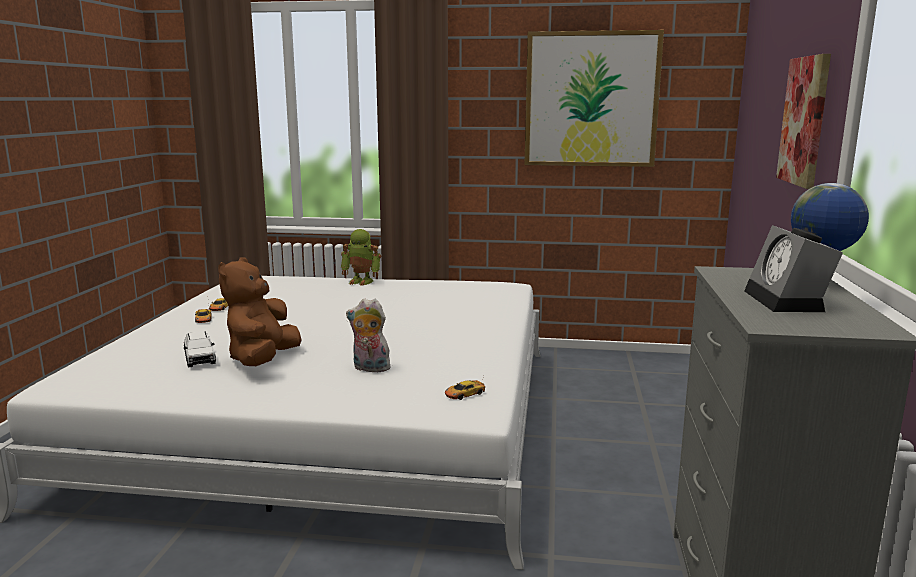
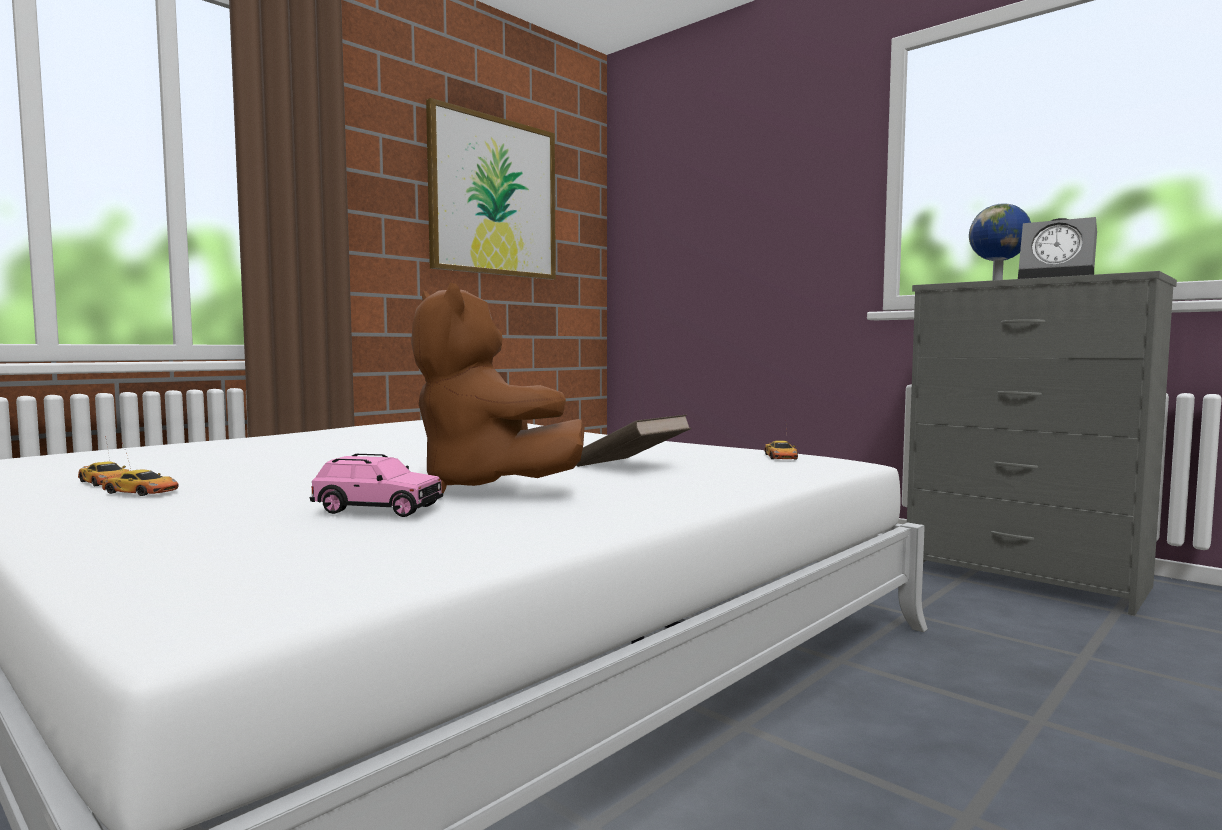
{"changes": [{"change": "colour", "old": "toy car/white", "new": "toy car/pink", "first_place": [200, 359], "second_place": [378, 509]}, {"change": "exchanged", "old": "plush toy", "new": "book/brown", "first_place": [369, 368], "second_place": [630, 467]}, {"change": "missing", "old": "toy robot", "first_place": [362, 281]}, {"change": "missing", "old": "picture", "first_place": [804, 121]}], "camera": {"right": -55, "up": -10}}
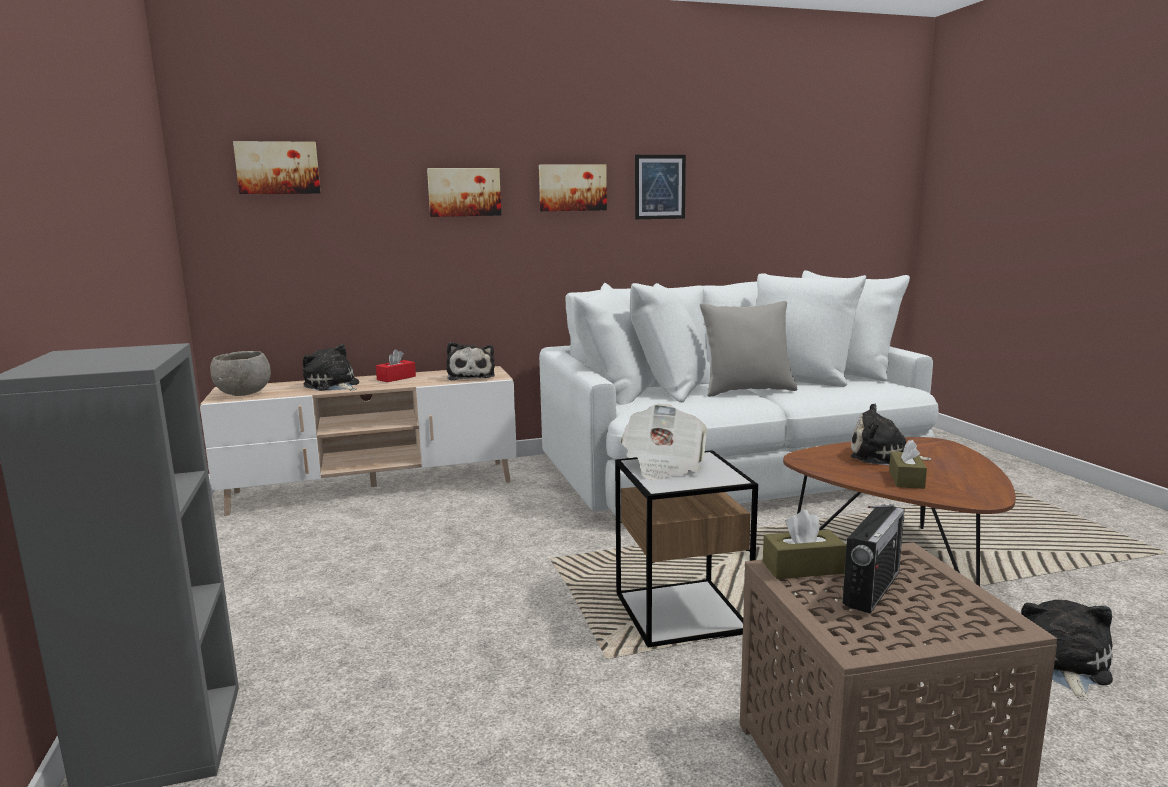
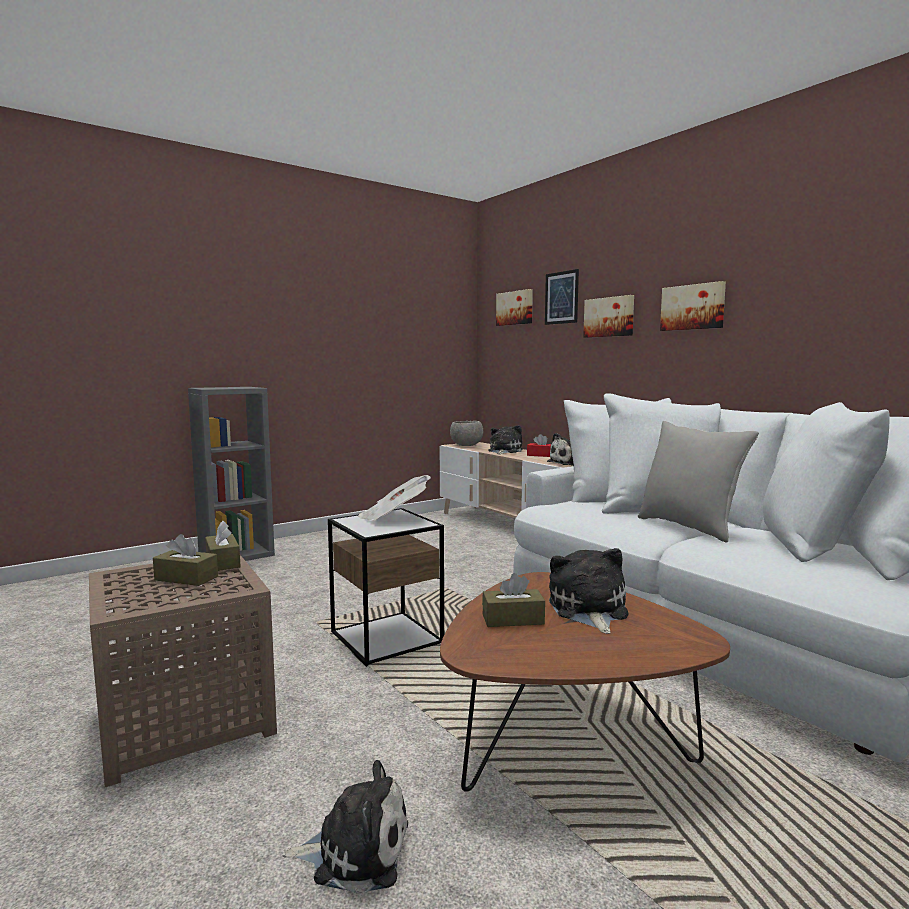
{"changes": [{"change": "exchanged", "old": "radio", "new": "tissue box/brown", "first_place": [872, 588], "second_place": [186, 578]}, {"change": "relocated", "old": "picture", "first_place": [660, 187], "second_place": [561, 297]}], "camera": {"right": 70, "up": -5}}
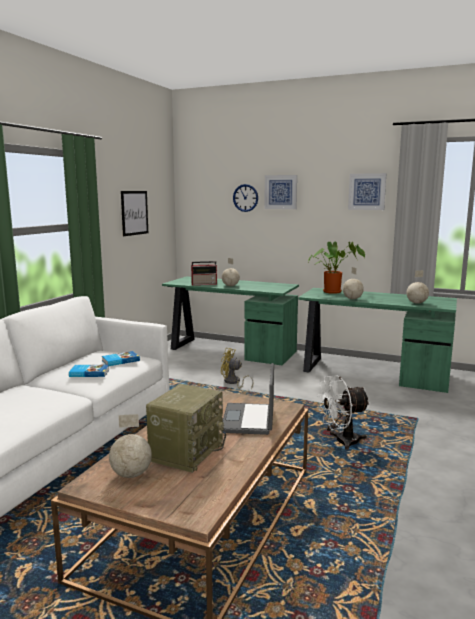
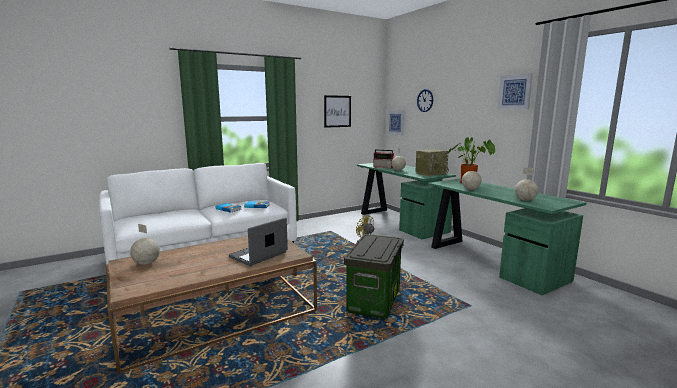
{"changes": [{"change": "exchanged", "old": "fan/white", "new": "storage box", "first_place": [341, 442], "second_place": [375, 301]}, {"change": "relocated", "old": "picture", "first_place": [280, 192], "second_place": [396, 122]}, {"change": "relocated", "old": "radio", "first_place": [186, 452], "second_place": [431, 173]}], "camera": {"right": 35, "up": 0}}
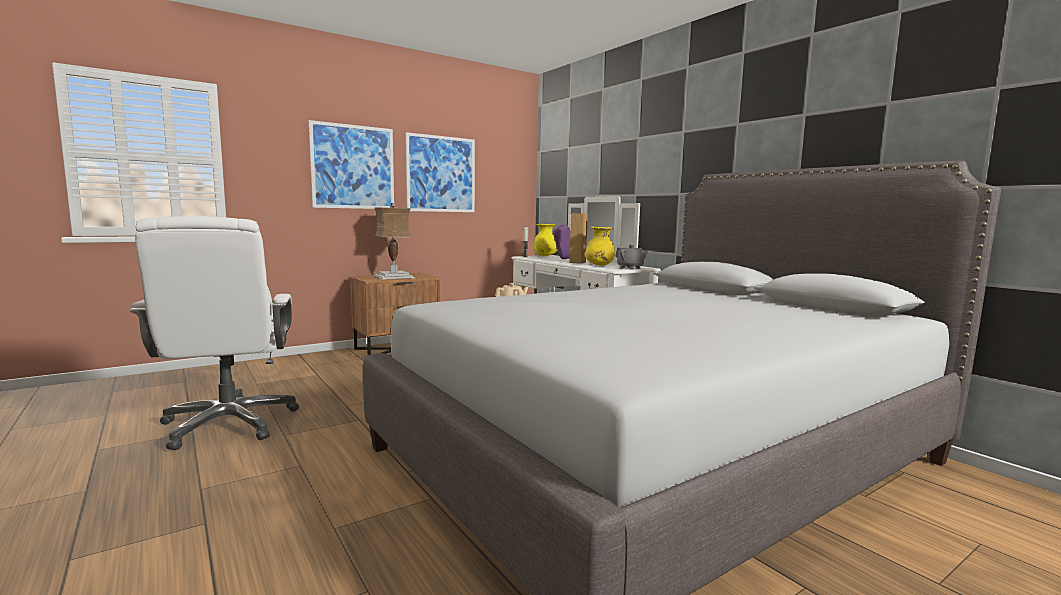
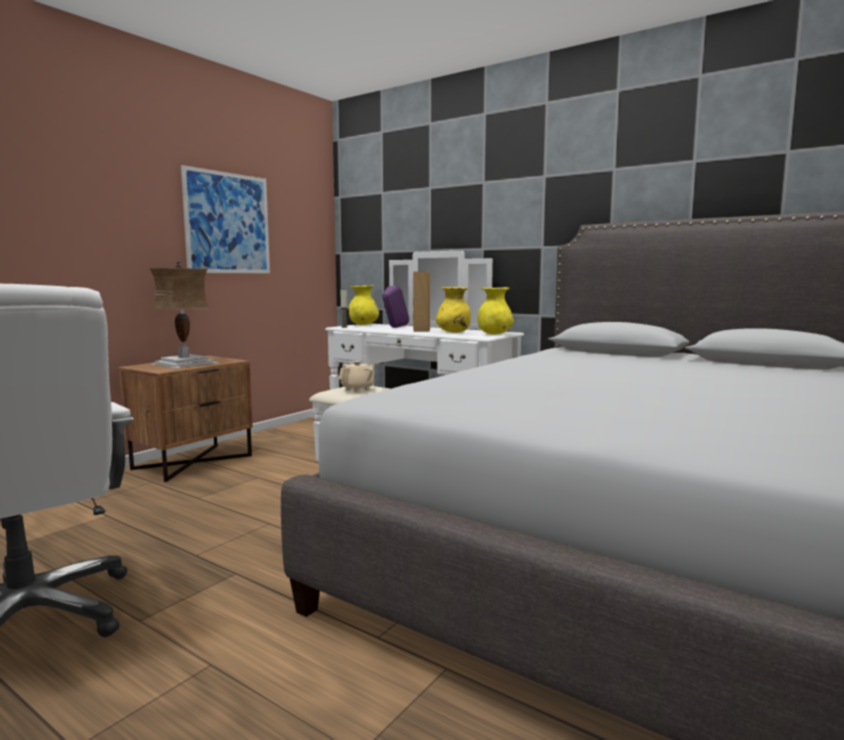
{"changes": [{"change": "exchanged", "old": "teapot/grey", "new": "vase/yellow", "first_place": [630, 268], "second_place": [494, 334]}, {"change": "missing", "old": "picture", "first_place": [353, 167]}], "camera": {"right": -20, "up": 0}}
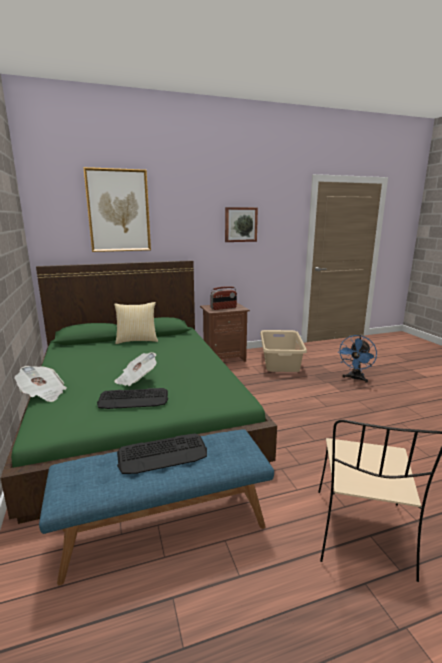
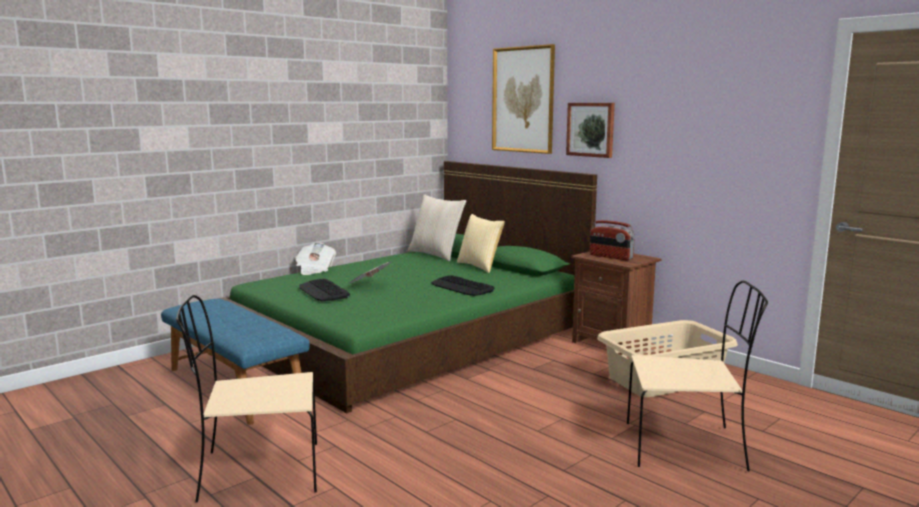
{"changes": [{"change": "appeared", "new": "pillow/beige", "second_place": [436, 254]}, {"change": "relocated", "old": "keyboard", "first_place": [163, 454], "second_place": [462, 287]}, {"change": "relocated", "old": "picture", "first_place": [240, 224], "second_place": [591, 129]}, {"change": "exchanged", "old": "fan/blue", "new": "chair/beige", "first_place": [355, 379], "second_place": [687, 446]}], "camera": {"right": 65, "up": -5}}
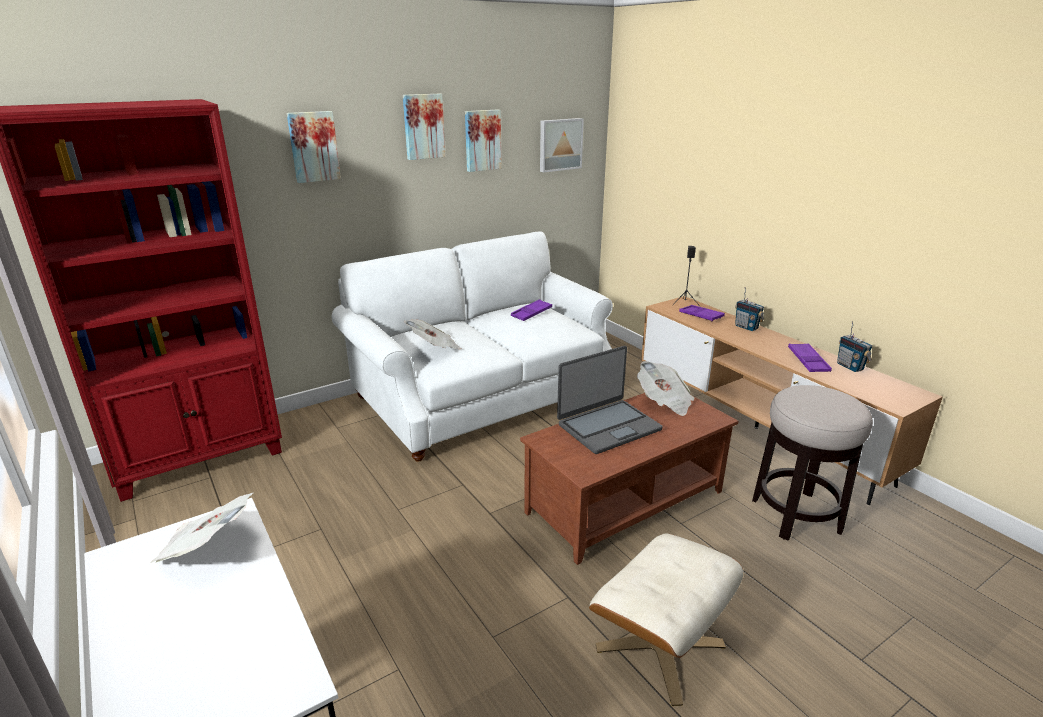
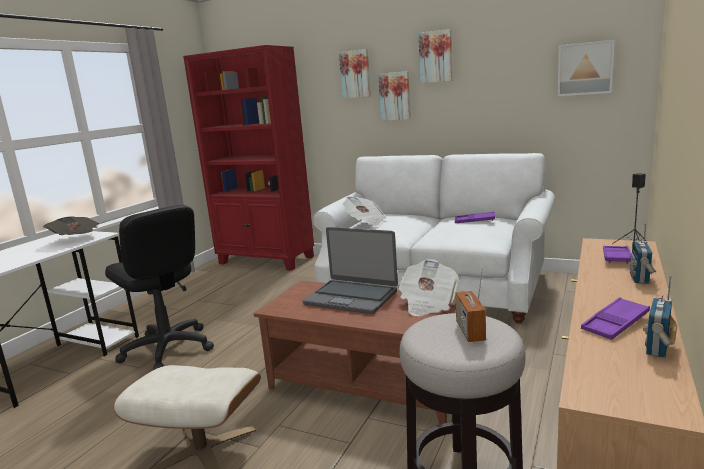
{"changes": [{"change": "appeared", "new": "office chair/black", "second_place": [168, 349]}, {"change": "relocated", "old": "picture", "first_place": [482, 140], "second_place": [395, 96]}, {"change": "appeared", "new": "radio", "second_place": [470, 331]}], "camera": {"right": 60, "up": -10}}
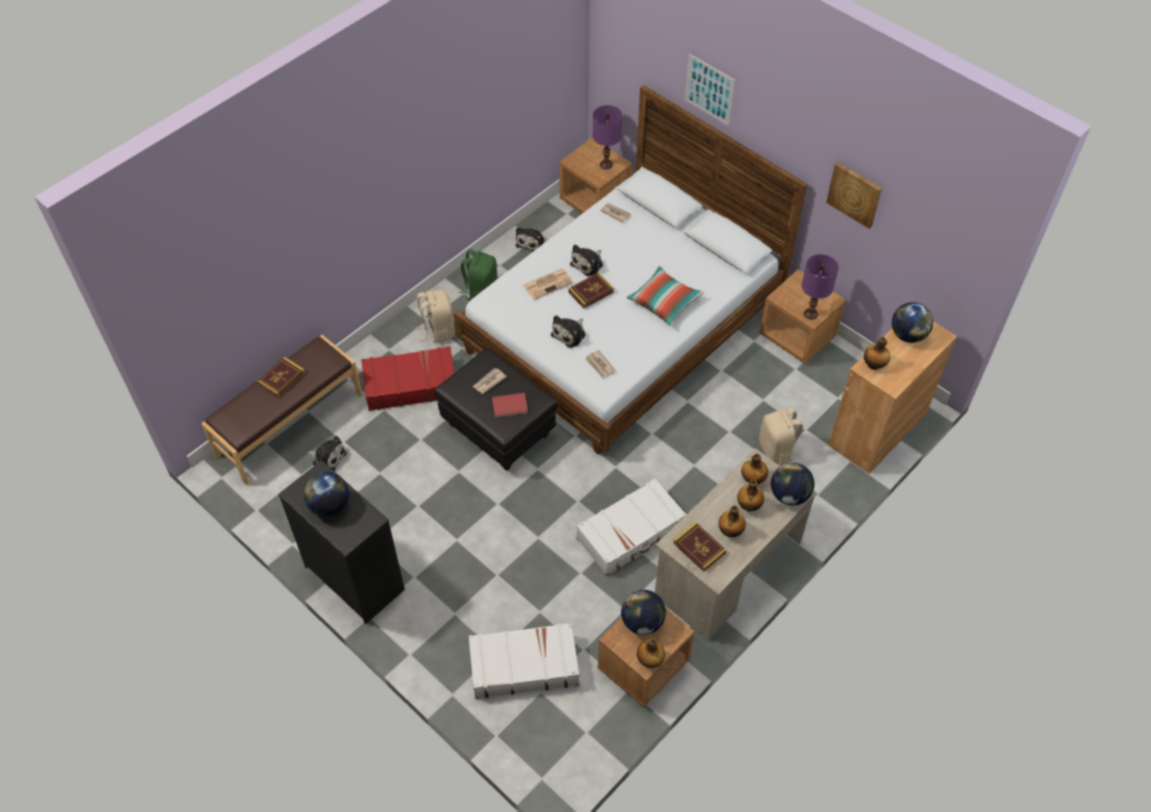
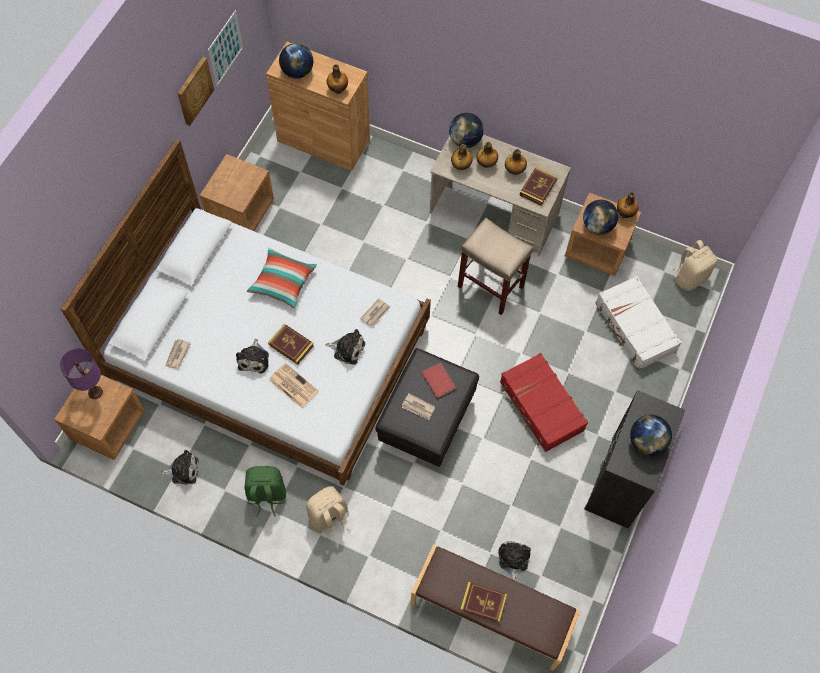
{"changes": [{"change": "relocated", "old": "picture", "first_place": [709, 89], "second_place": [225, 48]}, {"change": "spun", "old": "plush toy", "first_place": [588, 264], "second_place": [254, 359], "degrees": 75}, {"change": "exchanged", "old": "suitcase/white", "new": "stool/beige", "first_place": [631, 533], "second_place": [489, 286]}, {"change": "relocated", "old": "suitcase/red", "first_place": [410, 385], "second_place": [541, 407]}, {"change": "relocated", "old": "backpack/beige", "first_place": [777, 450], "second_place": [689, 277]}, {"change": "missing", "old": "table lamp/purple", "first_place": [810, 314]}], "camera": {"right": -110, "up": 10}}
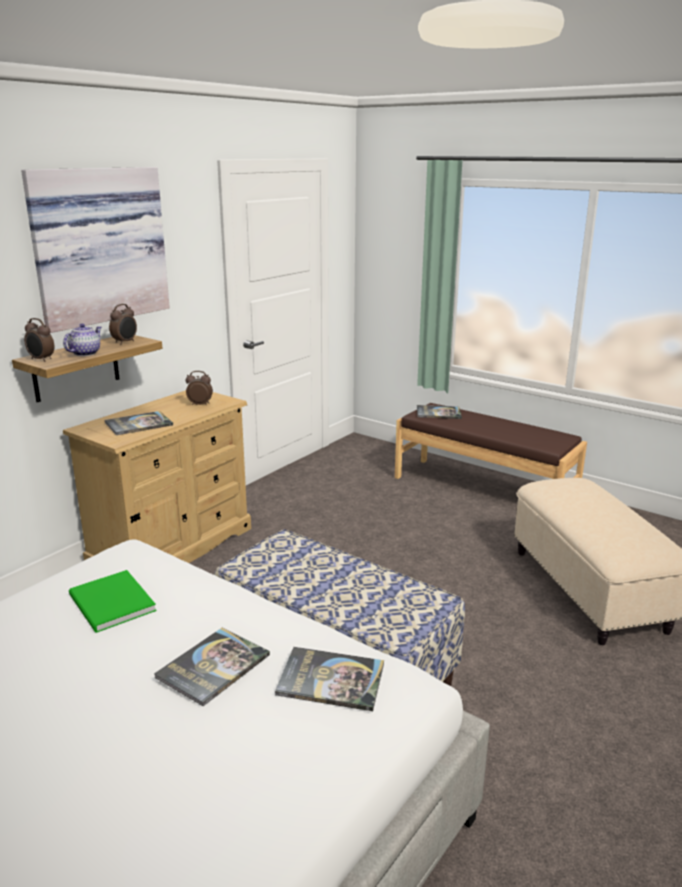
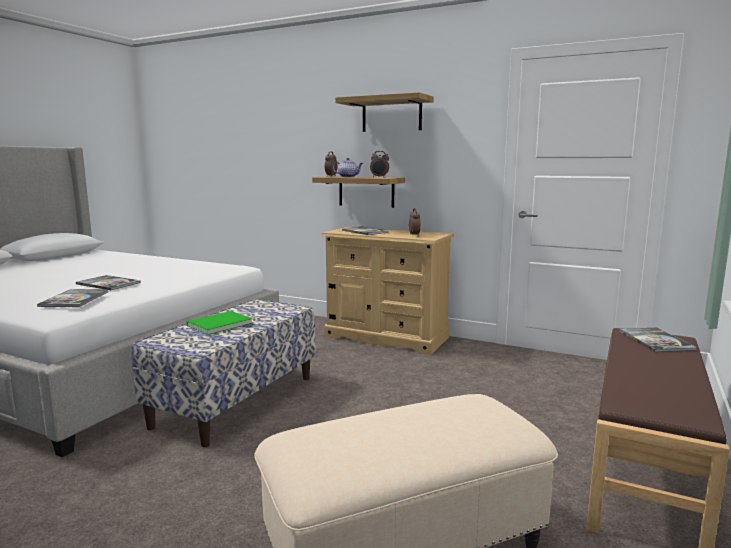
{"changes": [{"change": "relocated", "old": "book/green", "first_place": [111, 605], "second_place": [217, 324]}, {"change": "exchanged", "old": "picture", "new": "shelf", "first_place": [98, 246], "second_place": [391, 115]}], "camera": {"right": 80, "up": -10}}
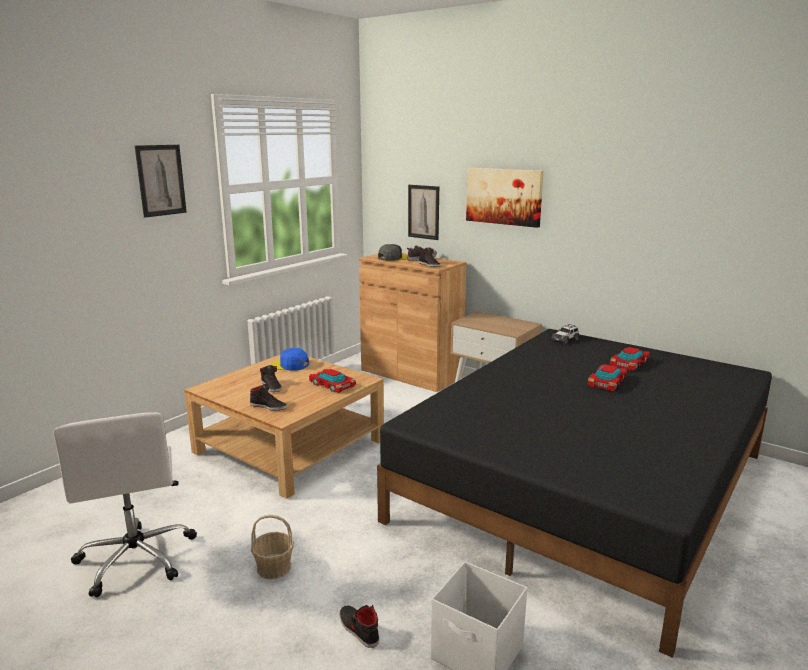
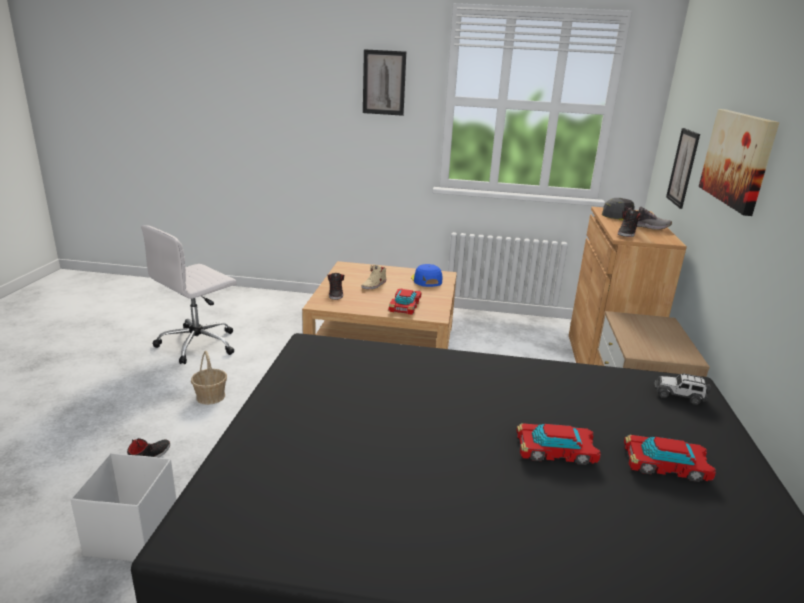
{"changes": [{"change": "colour", "old": "shoe/black", "new": "shoe/beige", "first_place": [271, 386], "second_place": [374, 285]}], "camera": {"right": 60, "up": 5}}
